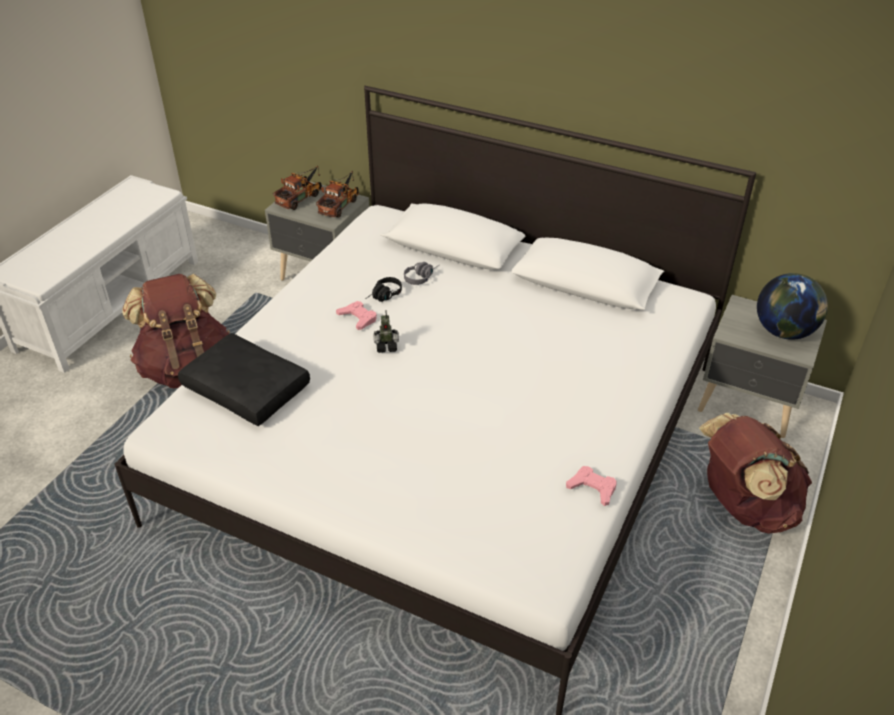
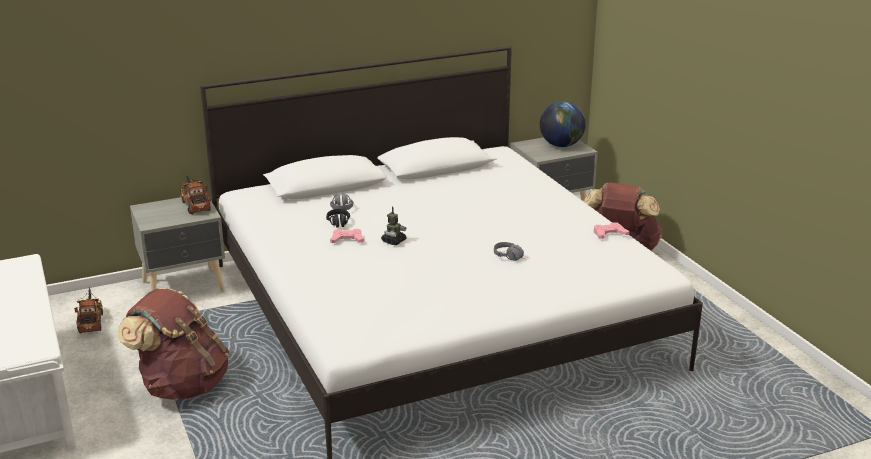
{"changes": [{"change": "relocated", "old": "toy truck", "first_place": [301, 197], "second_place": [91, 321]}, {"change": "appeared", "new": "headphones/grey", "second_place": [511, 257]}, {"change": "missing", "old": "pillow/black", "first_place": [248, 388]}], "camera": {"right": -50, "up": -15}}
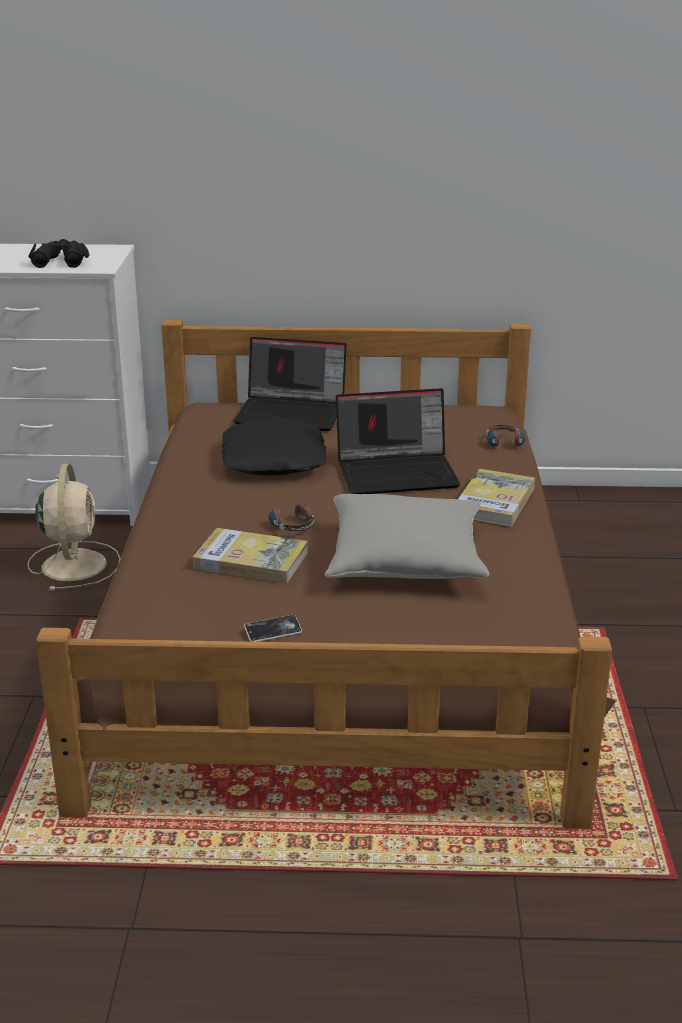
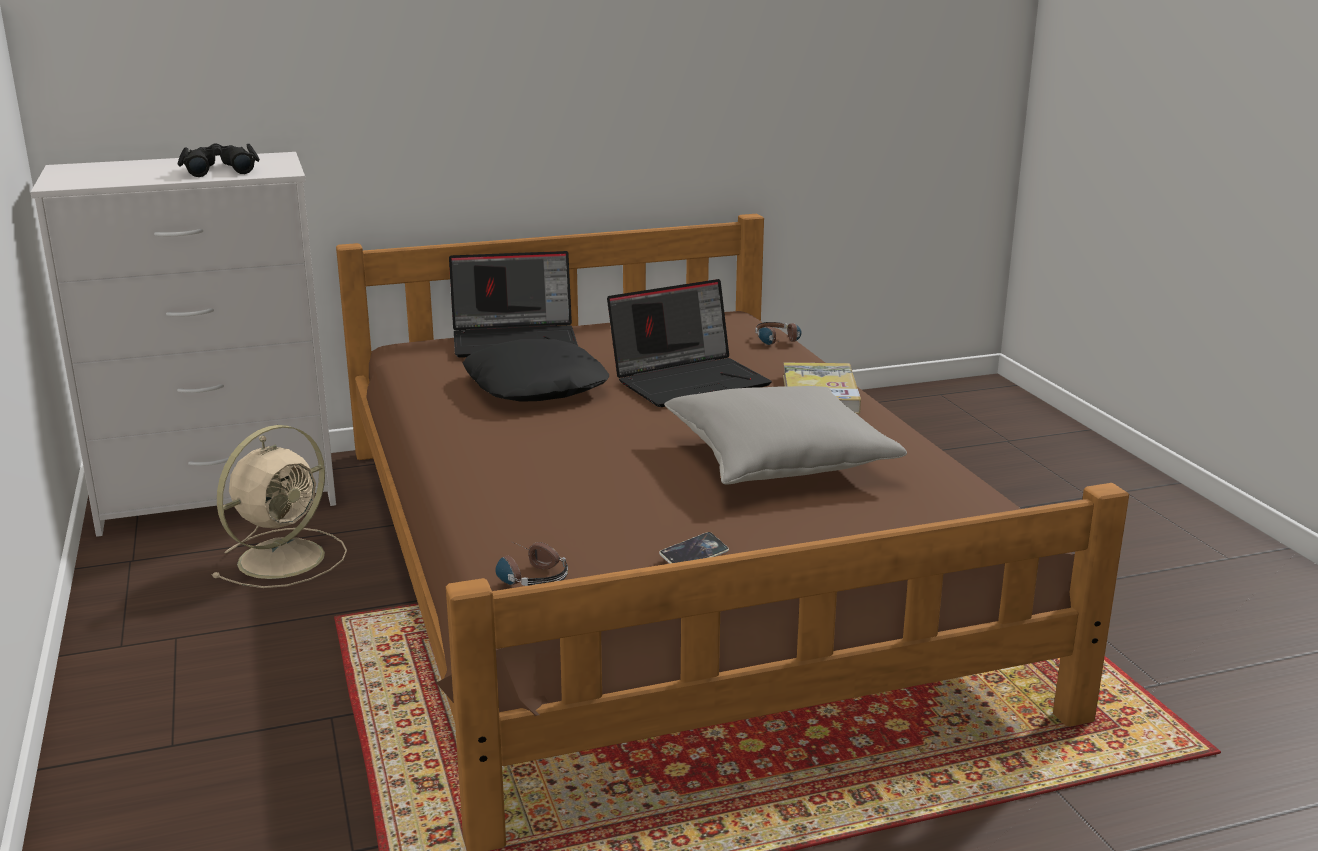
{"changes": [{"change": "spun", "old": "fan/beige", "first_place": [74, 564], "second_place": [284, 557], "degrees": 60}, {"change": "relocated", "old": "headphones", "first_place": [290, 523], "second_place": [527, 575]}, {"change": "missing", "old": "book", "first_place": [251, 560]}], "camera": {"right": -20, "up": -5}}
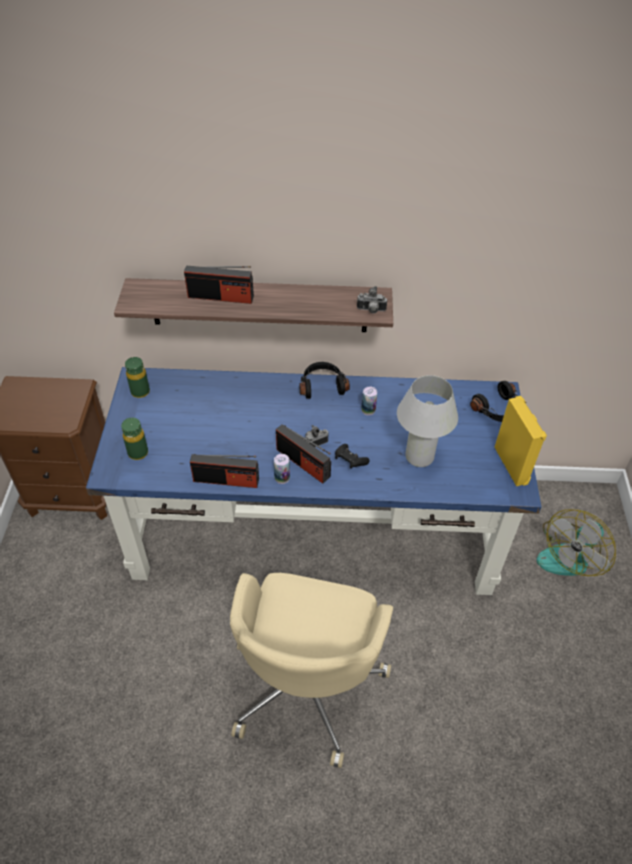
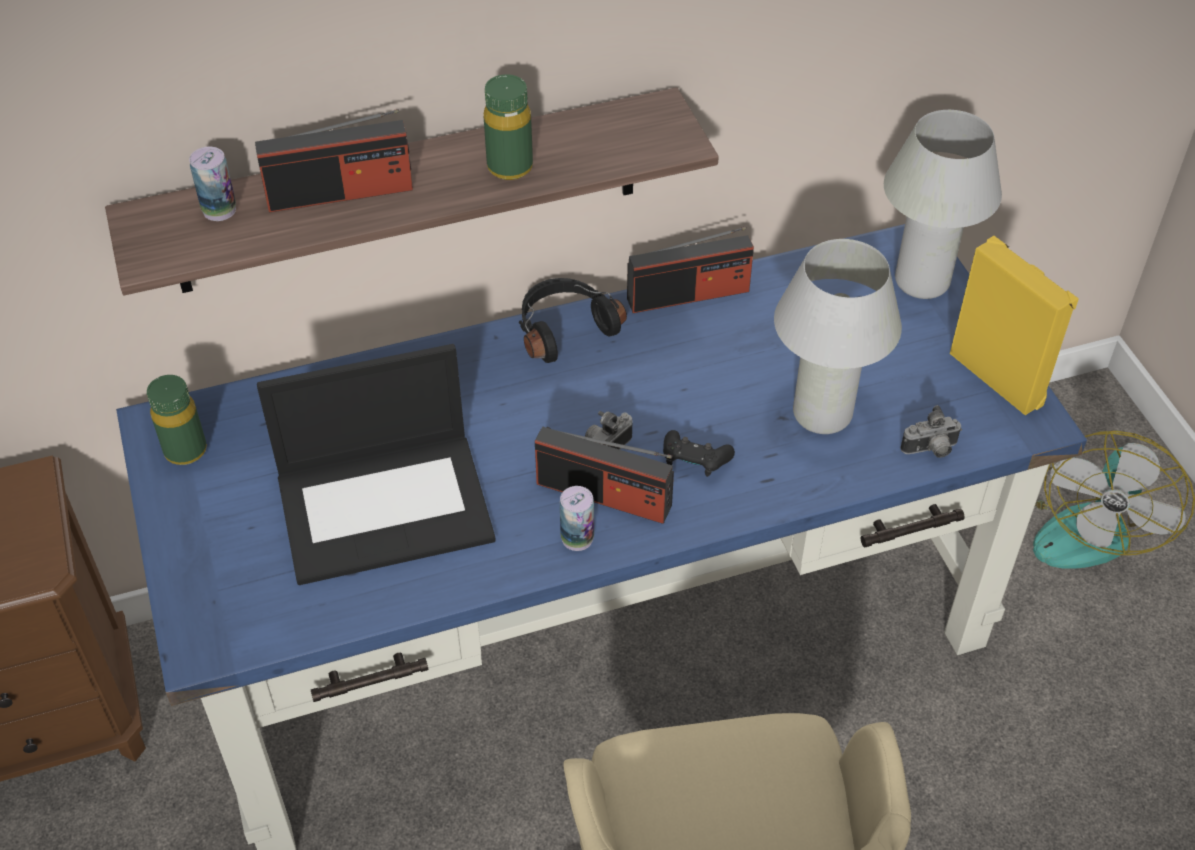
{"changes": [{"change": "relocated", "old": "can", "first_place": [368, 410], "second_place": [219, 210]}, {"change": "appeared", "new": "laptop", "second_place": [387, 505]}, {"change": "relocated", "old": "bottle/green", "first_place": [138, 453], "second_place": [510, 167]}, {"change": "relocated", "old": "radio", "first_place": [226, 480], "second_place": [688, 295]}, {"change": "exchanged", "old": "headphones/black", "new": "table lamp/white", "first_place": [498, 410], "second_place": [922, 281]}, {"change": "relocated", "old": "photo camera", "first_place": [371, 310], "second_place": [930, 451]}], "camera": {"right": -20, "up": 0}}
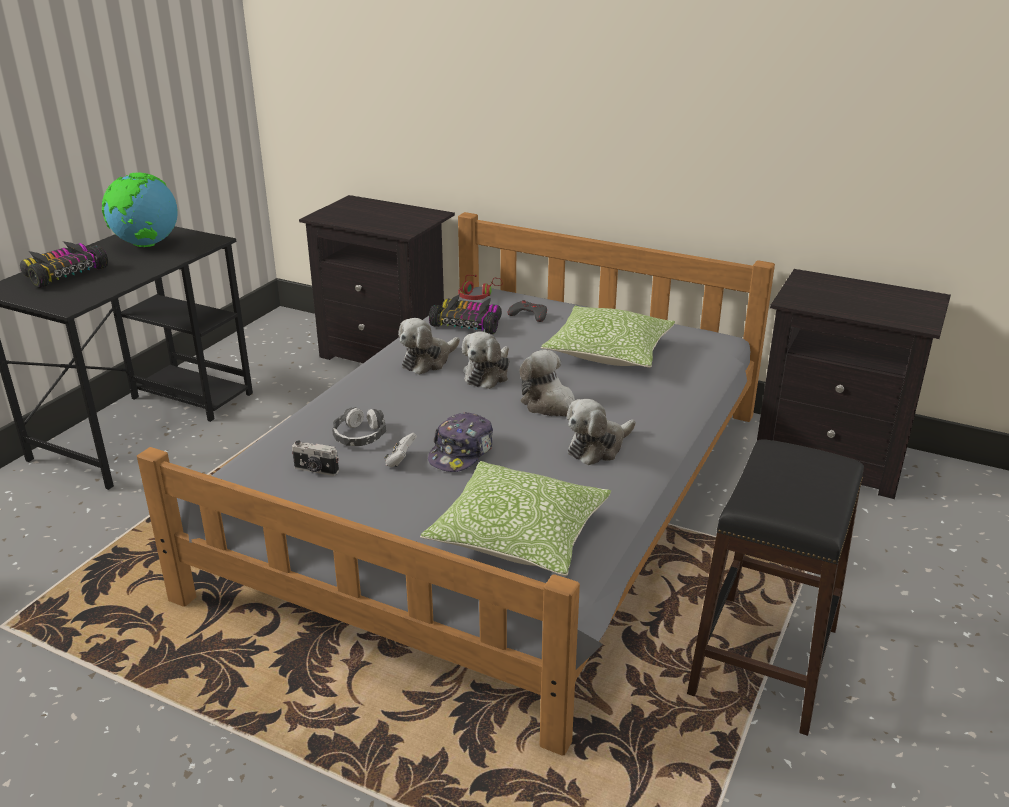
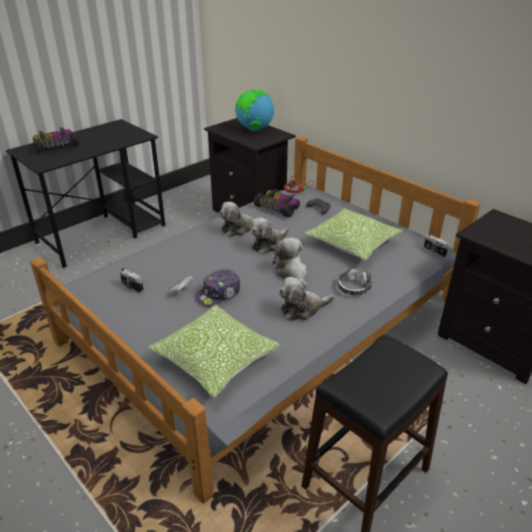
{"changes": [{"change": "relocated", "old": "globe", "first_place": [146, 245], "second_place": [254, 129]}, {"change": "relocated", "old": "headphones", "first_place": [359, 436], "second_place": [354, 287]}, {"change": "appeared", "new": "photo camera", "second_place": [434, 252]}], "camera": {"right": 20, "up": 5}}
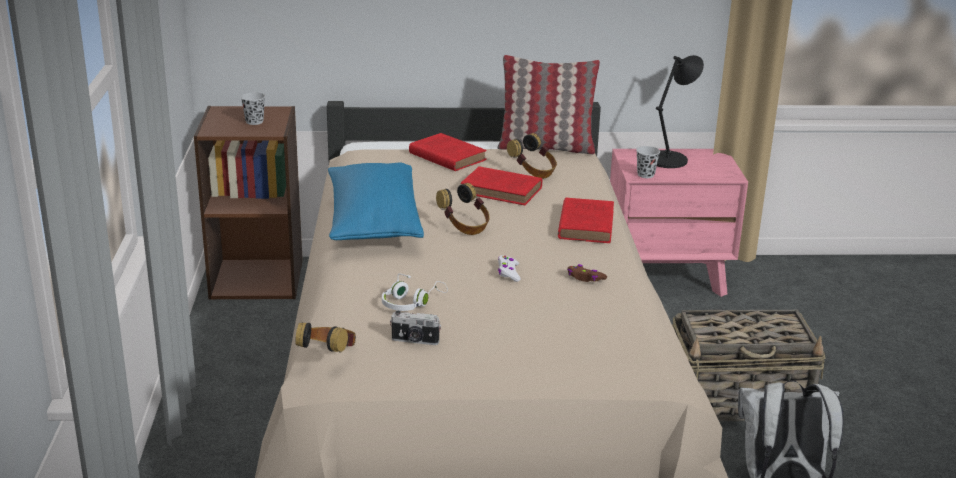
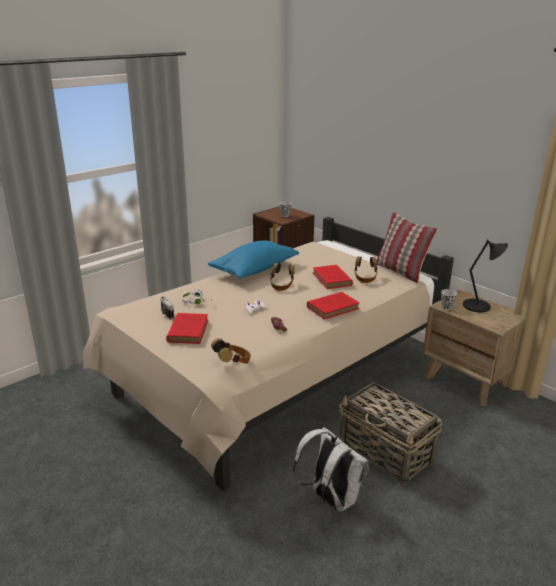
{"changes": [{"change": "relocated", "old": "book/red", "first_place": [446, 156], "second_place": [188, 330]}, {"change": "relocated", "old": "headphones", "first_place": [328, 356], "second_place": [233, 363]}, {"change": "colour", "old": "nightstand/pink", "new": "nightstand/brown", "first_place": [667, 276], "second_place": [467, 381]}], "camera": {"right": 50, "up": 0}}
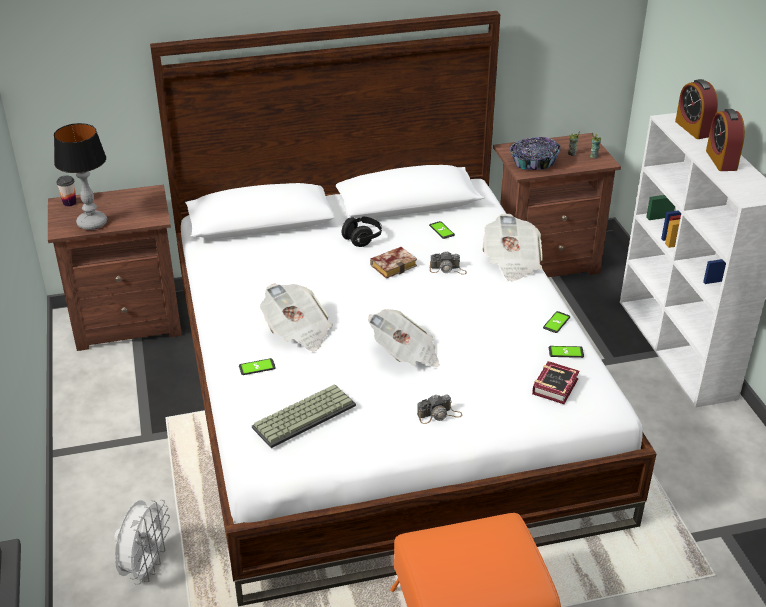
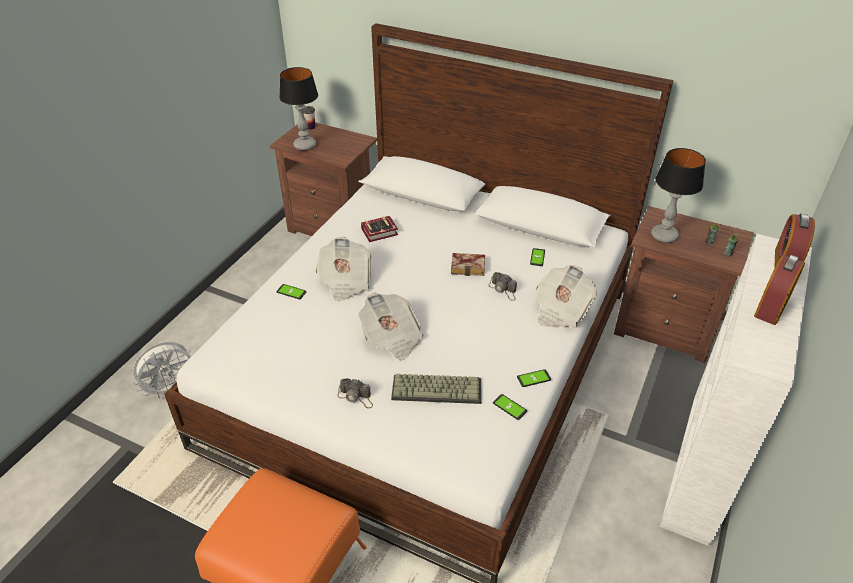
{"changes": [{"change": "relocated", "old": "book", "first_place": [557, 386], "second_place": [381, 232]}, {"change": "relocated", "old": "keyboard", "first_place": [304, 415], "second_place": [437, 388]}, {"change": "exchanged", "old": "bowl", "new": "table lamp", "first_place": [534, 163], "second_place": [663, 235]}, {"change": "missing", "old": "headphones/black", "first_place": [362, 239]}], "camera": {"right": 40, "up": 5}}
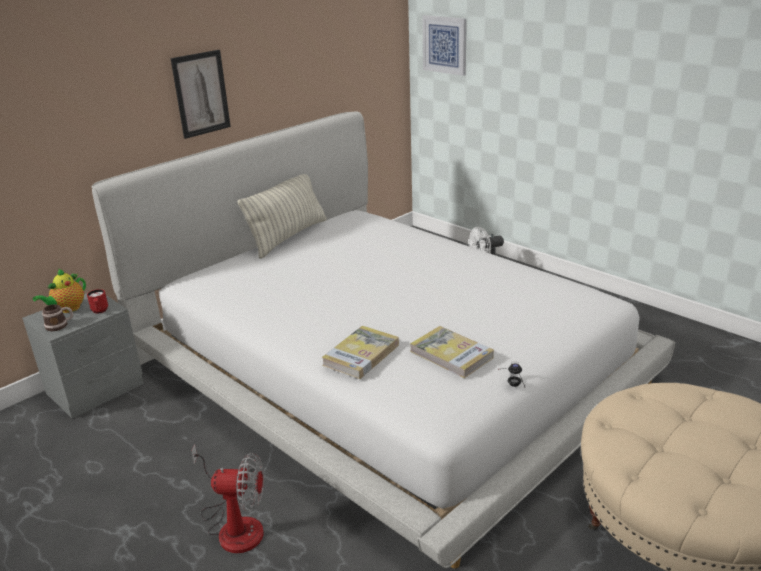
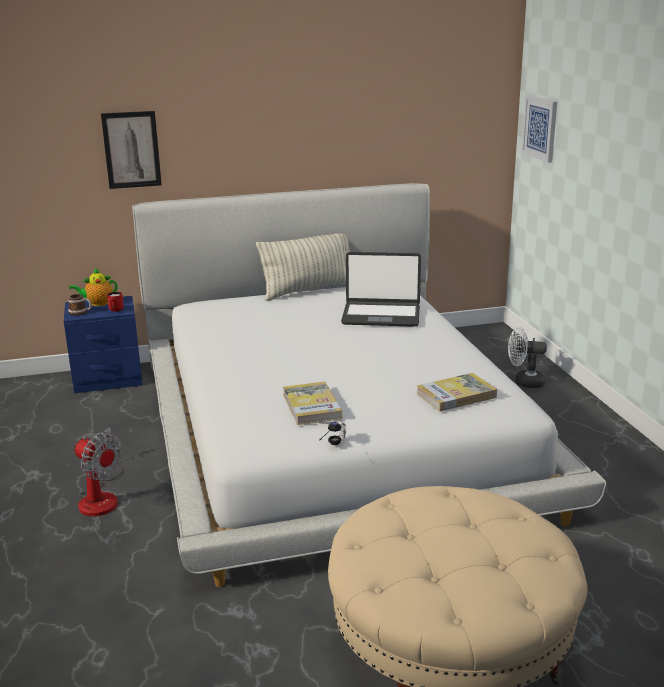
{"changes": [{"change": "colour", "old": "nightstand/grey", "new": "nightstand/blue", "first_place": [95, 389], "second_place": [108, 379]}, {"change": "relocated", "old": "picture", "first_place": [201, 94], "second_place": [131, 150]}, {"change": "appeared", "new": "laptop", "second_place": [381, 315]}, {"change": "relocated", "old": "book", "first_place": [361, 355], "second_place": [456, 395]}], "camera": {"right": 30, "up": -5}}
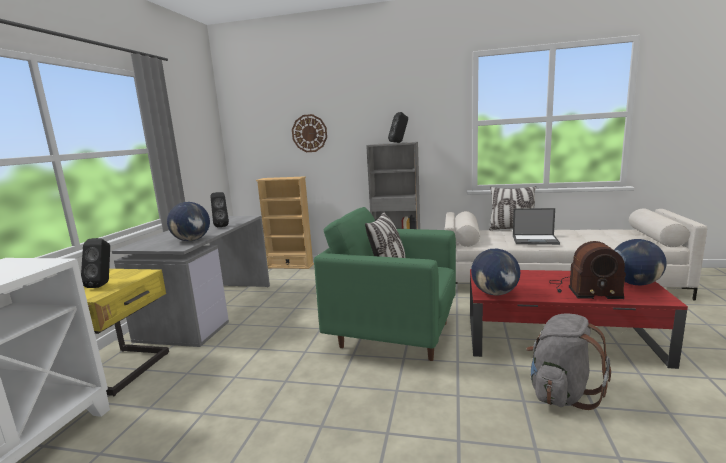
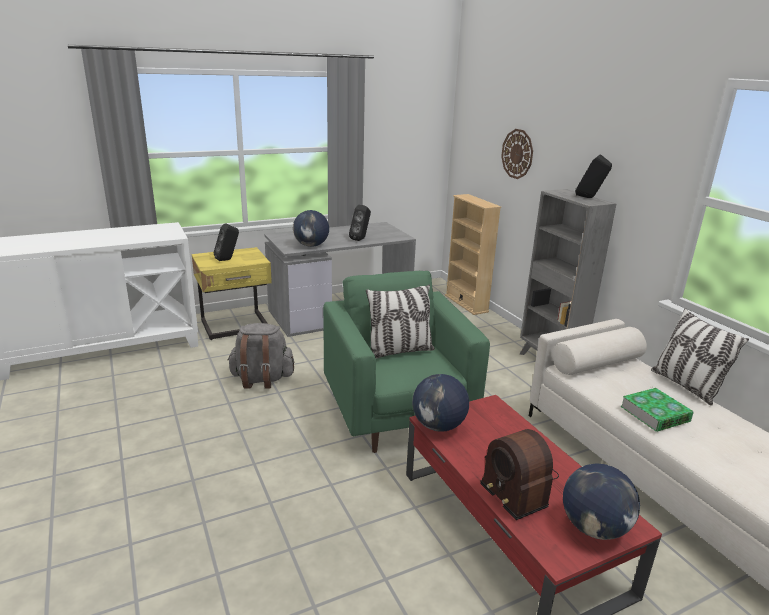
{"changes": [{"change": "relocated", "old": "backpack/grey", "first_place": [561, 393], "second_place": [261, 379]}, {"change": "exchanged", "old": "laptop", "new": "book", "first_place": [535, 240], "second_place": [655, 414]}], "camera": {"right": 50, "up": 10}}
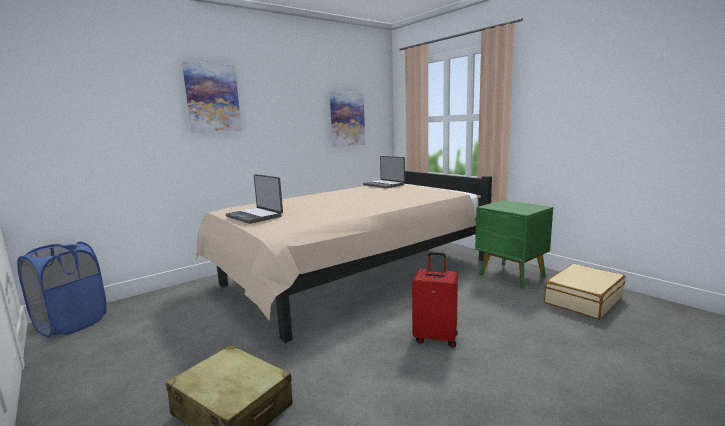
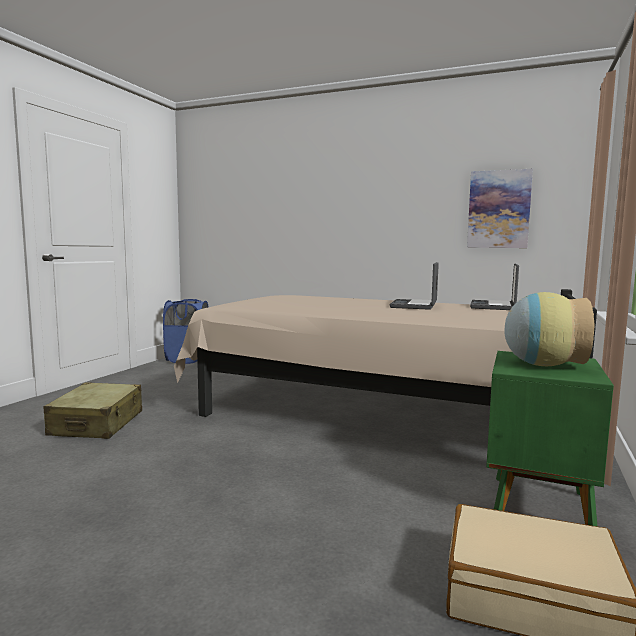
{"changes": [{"change": "relocated", "old": "laptop", "first_place": [255, 216], "second_place": [415, 306]}, {"change": "appeared", "new": "vase", "second_place": [542, 365]}, {"change": "missing", "old": "picture", "first_place": [212, 98]}, {"change": "missing", "old": "suitcase/red", "first_place": [436, 337]}], "camera": {"right": 60, "up": -5}}
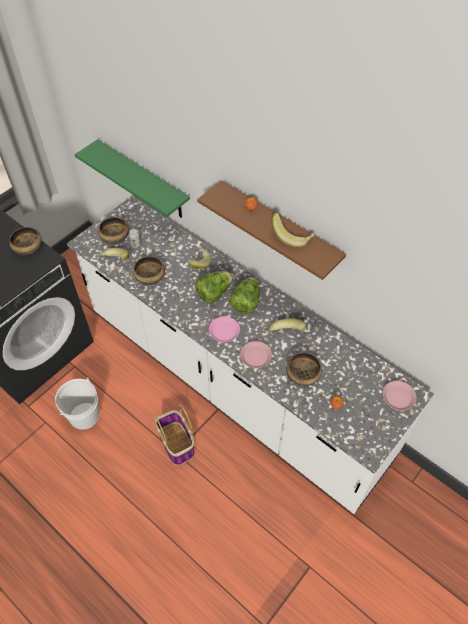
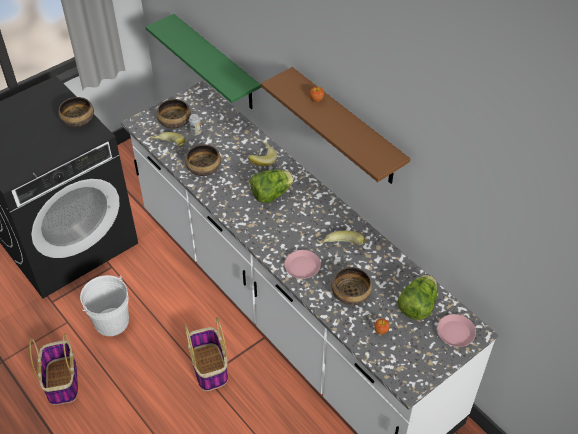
{"changes": [{"change": "appeared", "new": "basket", "second_place": [62, 380]}, {"change": "relocated", "old": "lettuce", "first_place": [246, 302], "second_place": [417, 306]}, {"change": "missing", "old": "plate/pink", "first_place": [224, 331]}, {"change": "missing", "old": "banana", "first_place": [292, 237]}], "camera": {"right": 10, "up": -5}}
